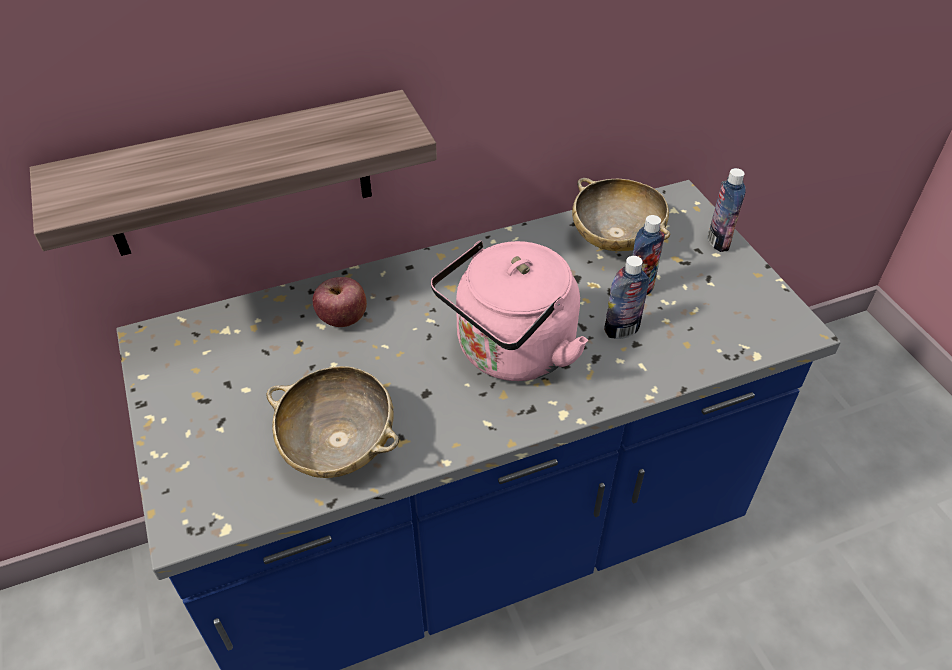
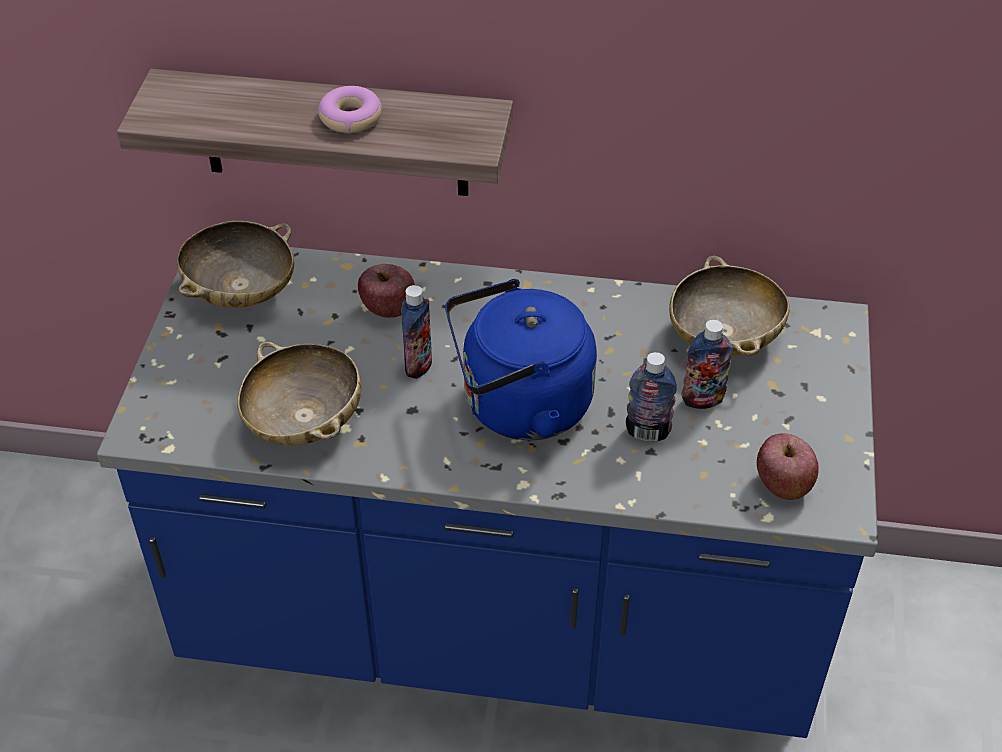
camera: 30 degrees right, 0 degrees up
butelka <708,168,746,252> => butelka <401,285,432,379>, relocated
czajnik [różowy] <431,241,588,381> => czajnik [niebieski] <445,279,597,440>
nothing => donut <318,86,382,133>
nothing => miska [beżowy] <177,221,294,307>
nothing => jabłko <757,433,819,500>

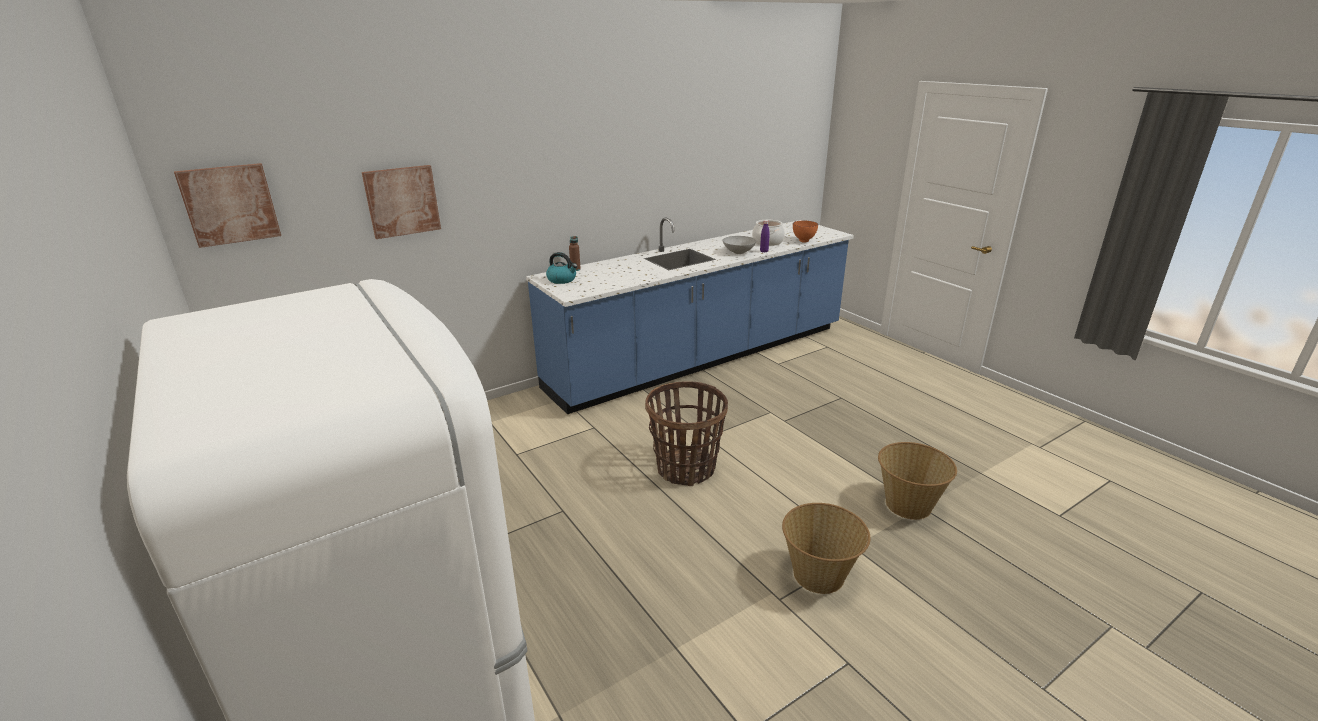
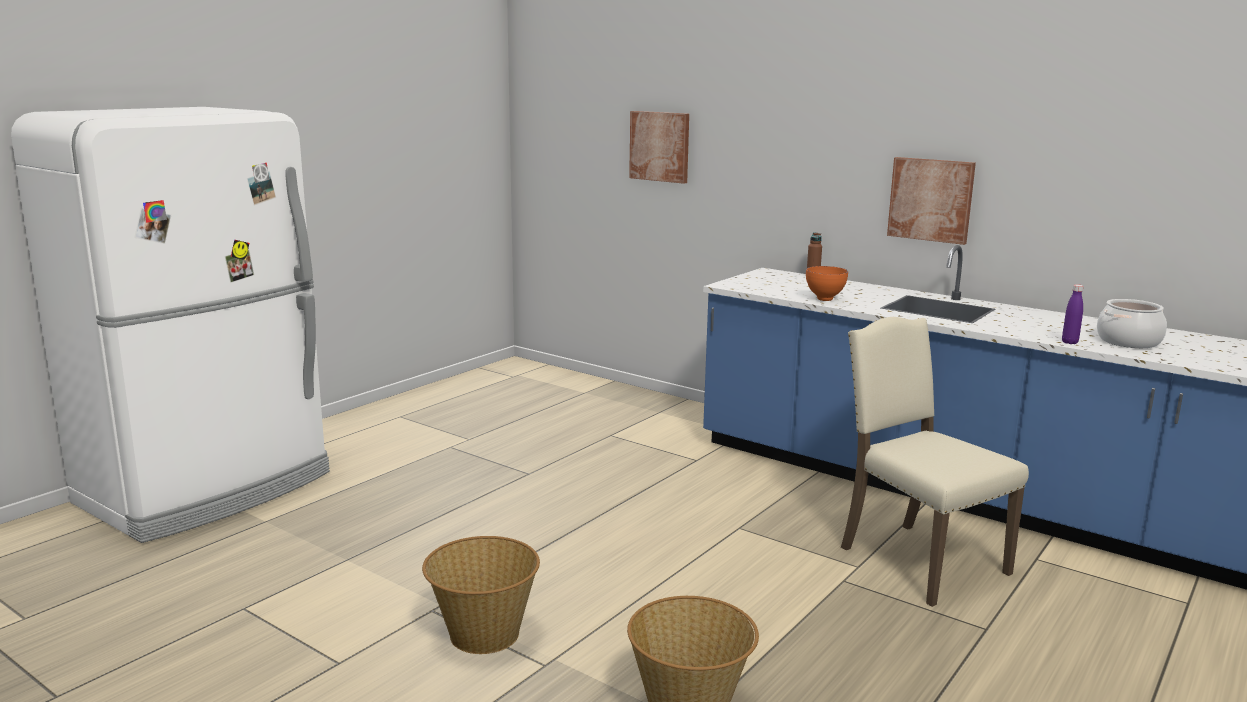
camera: 70 degrees right, 10 degrees down
obraz <174,163,281,248> => obraz <887,157,976,245>, relocated
miska [pomarańczowy] <793,221,818,243> => miska [pomarańczowy] <806,266,848,301>, relocated
miska [szary] <723,236,756,254> => nothing
czajnik <546,252,578,284> => nothing
koszyk <645,381,728,486> => nothing
nothing => krzesło [beżowy] <841,317,1029,607>

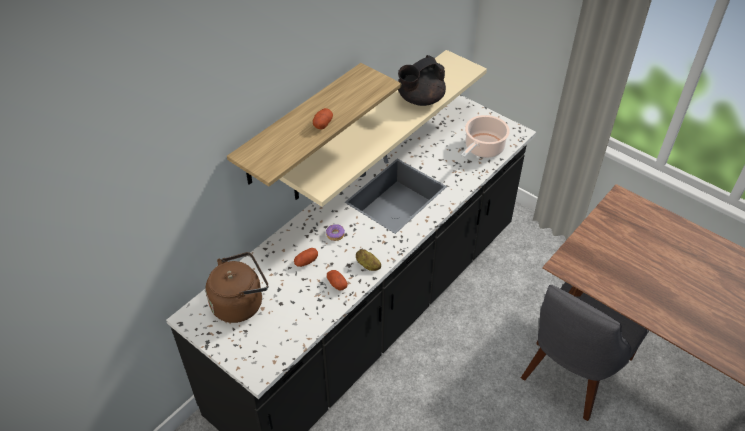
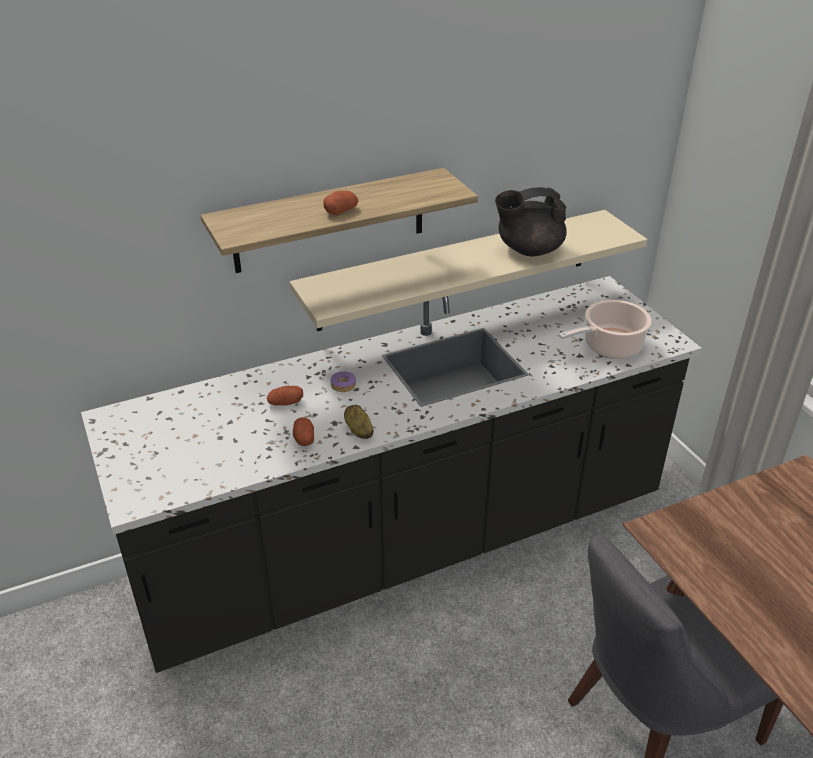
camera: 25 degrees right, 10 degrees down
czajnik [brązowy] <206,252,268,323> => nothing

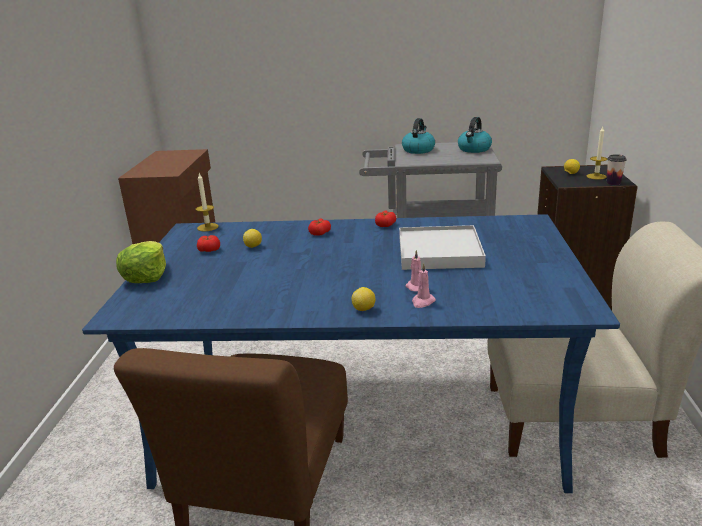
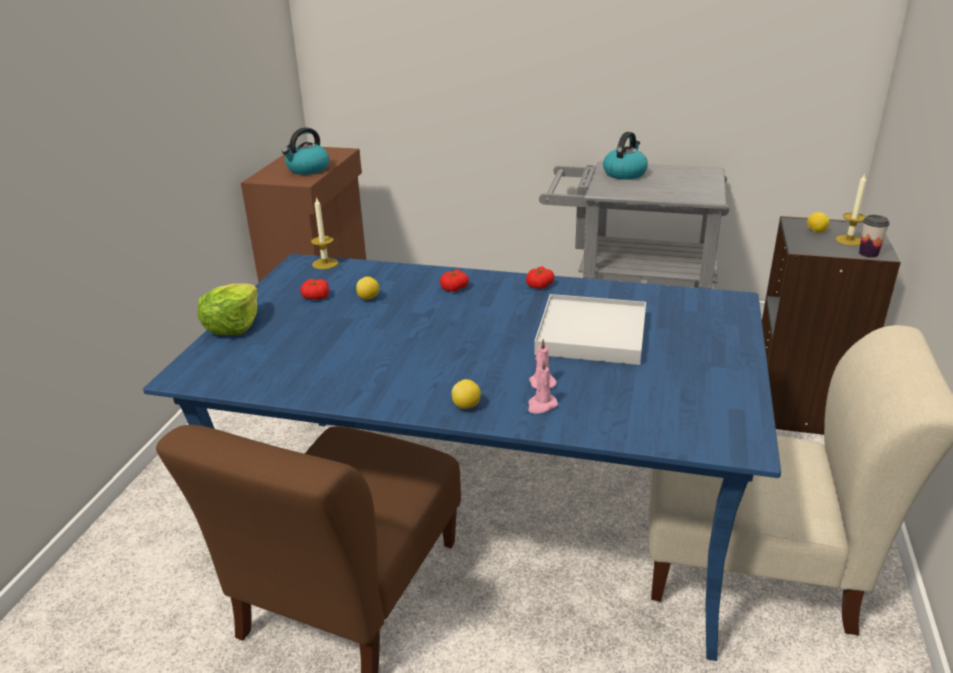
camera: 10 degrees right, 5 degrees up
czajnik <458,117,492,153> => czajnik <282,127,329,175>, relocated

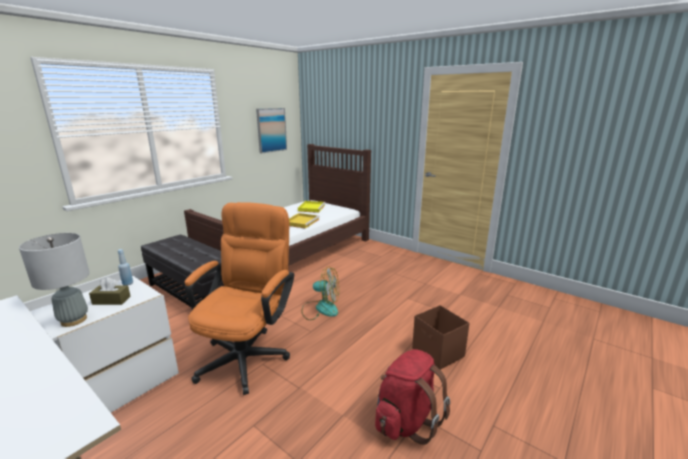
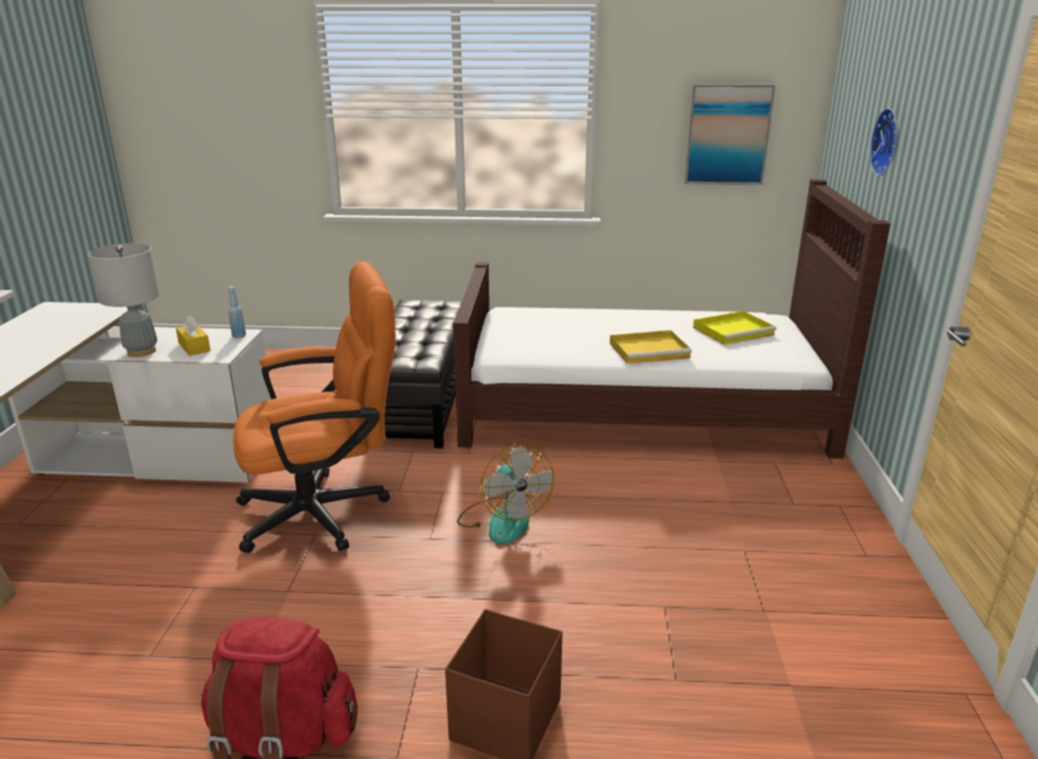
camera: 55 degrees right, 5 degrees up
pudełko chusteczek [brązowy] <89,277,131,305> => pudełko chusteczek [żółty] <176,316,211,356>
nothing => zegar ścienny <870,108,898,176>

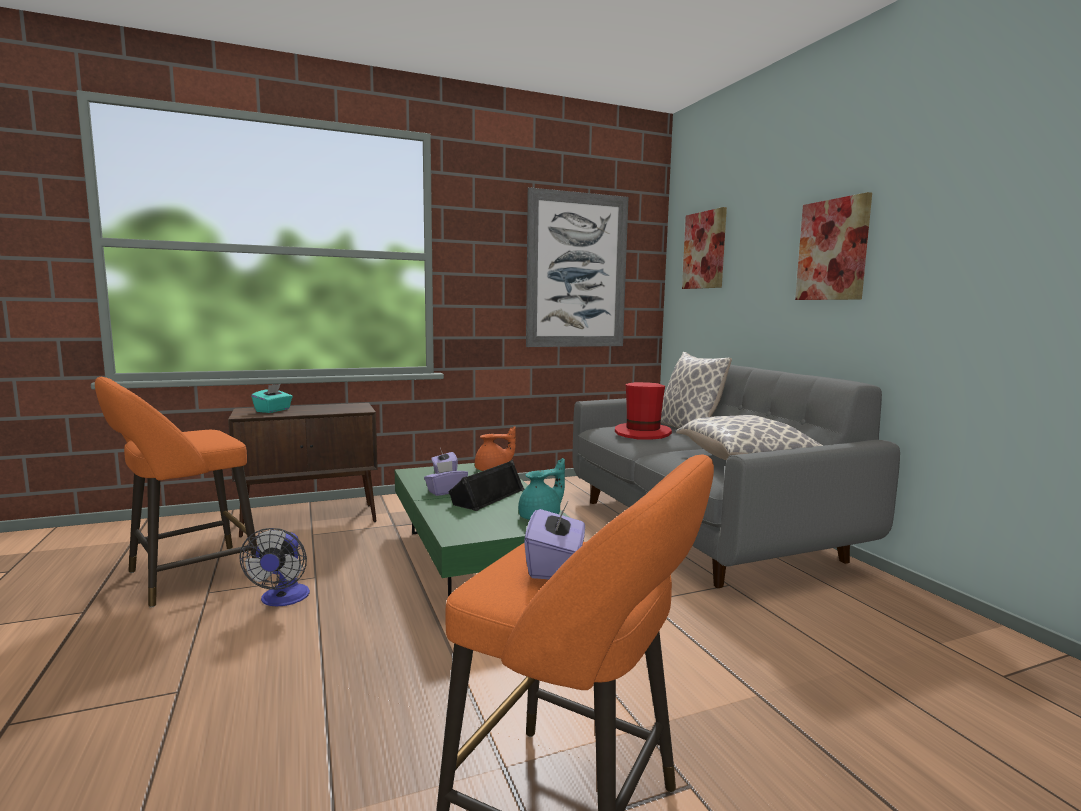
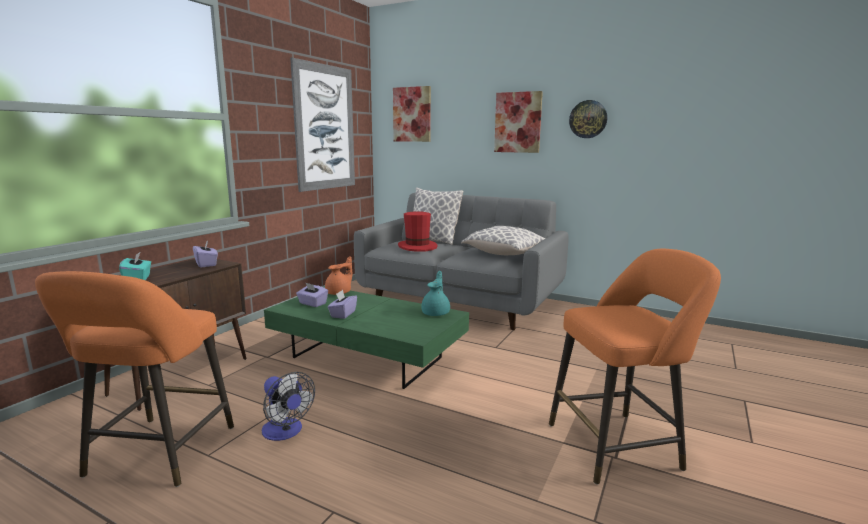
camera: 40 degrees left, 5 degrees up
głośnik [czarny] <448,460,524,511> => nothing
pudełko chusteczek [fioletowy] <524,500,585,579> => pudełko chusteczek [fioletowy] <193,241,218,268>, relocated
nothing => zegar ścienny <569,100,608,138>

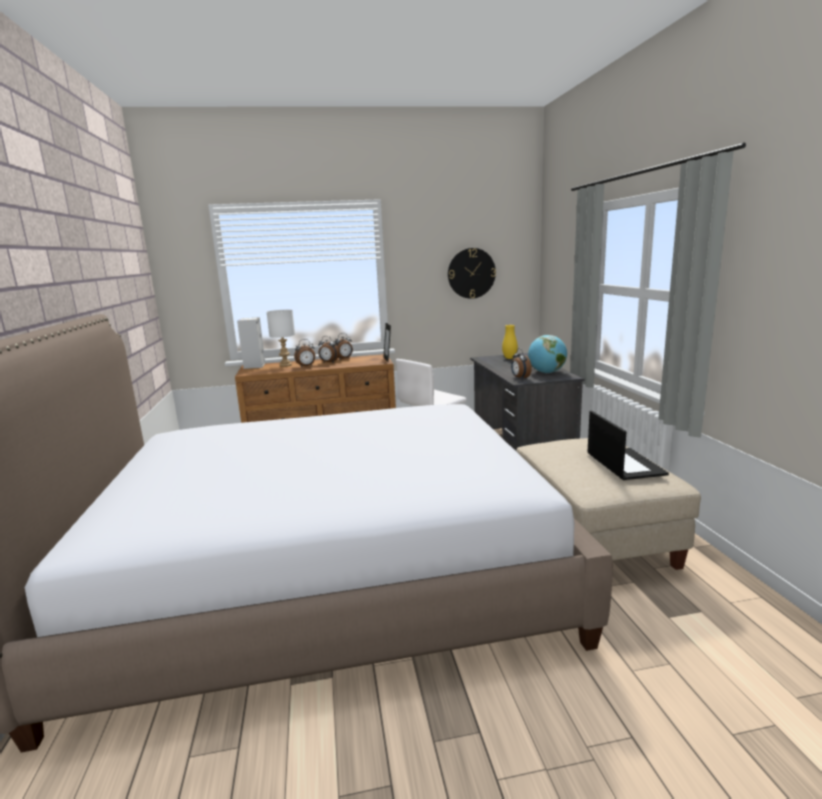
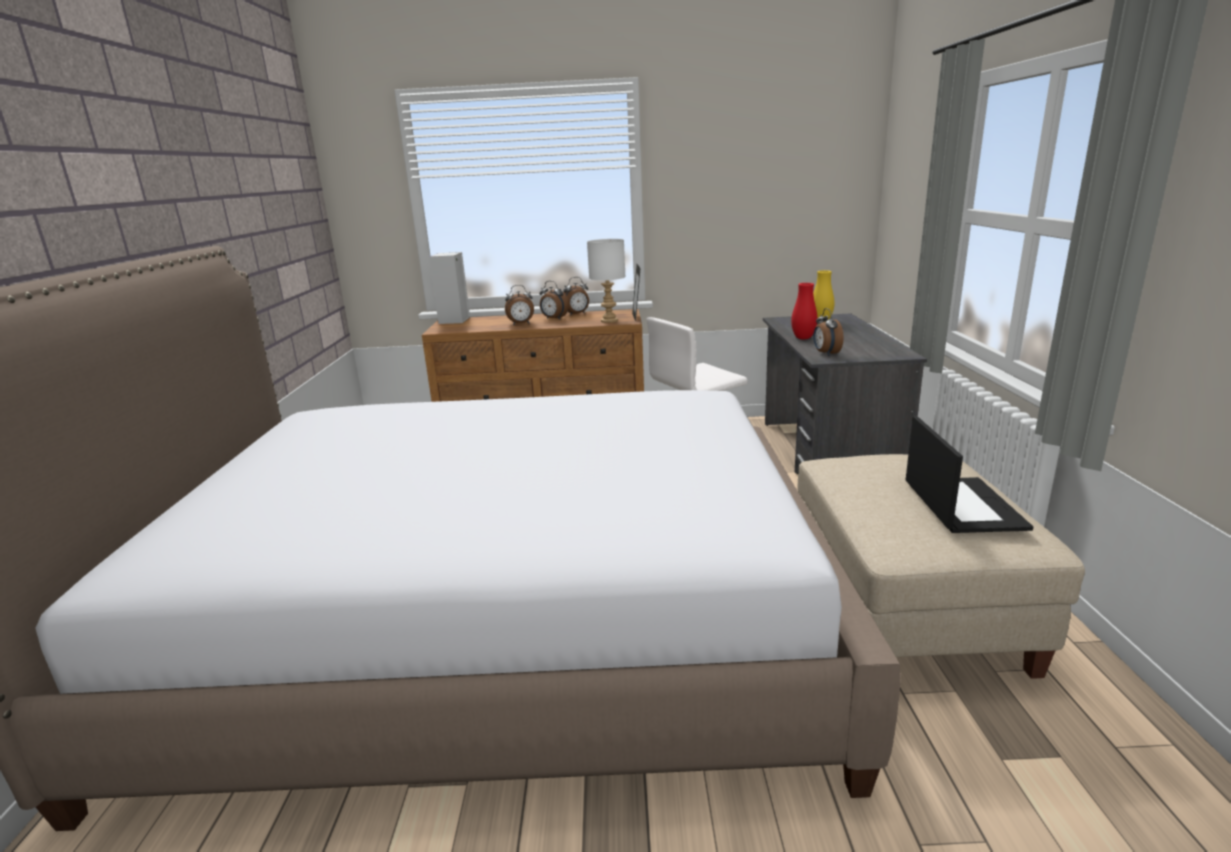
camera: 10 degrees right, 5 degrees up
zegar ścienny <448,248,496,299> => nothing
lampa stołowa [biały] <267,310,295,367> => lampa stołowa [biały] <587,239,626,323>, relocated
globus <528,335,567,373> => nothing
nothing => wazon [czerwony] <791,283,817,339>

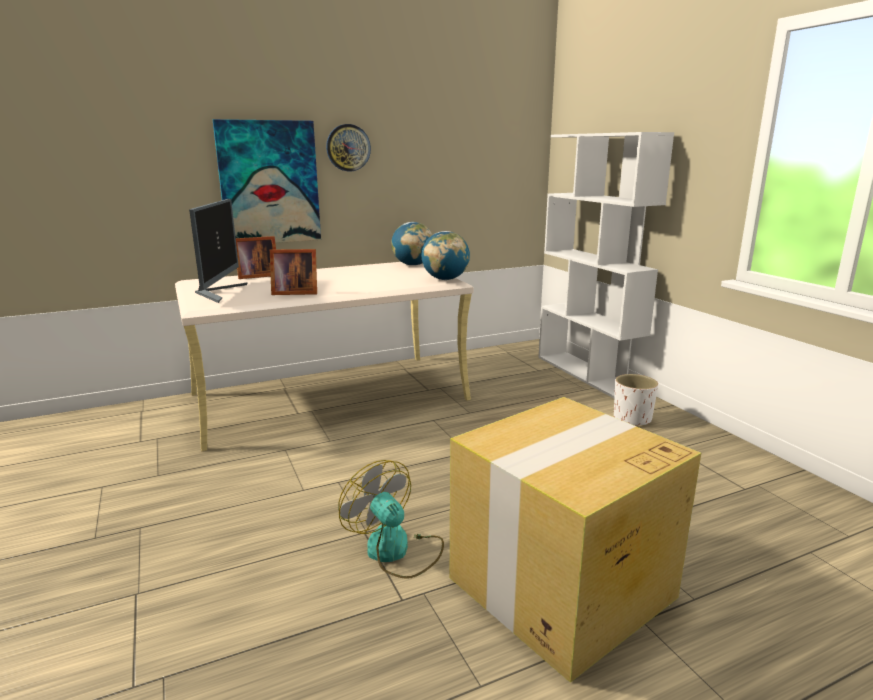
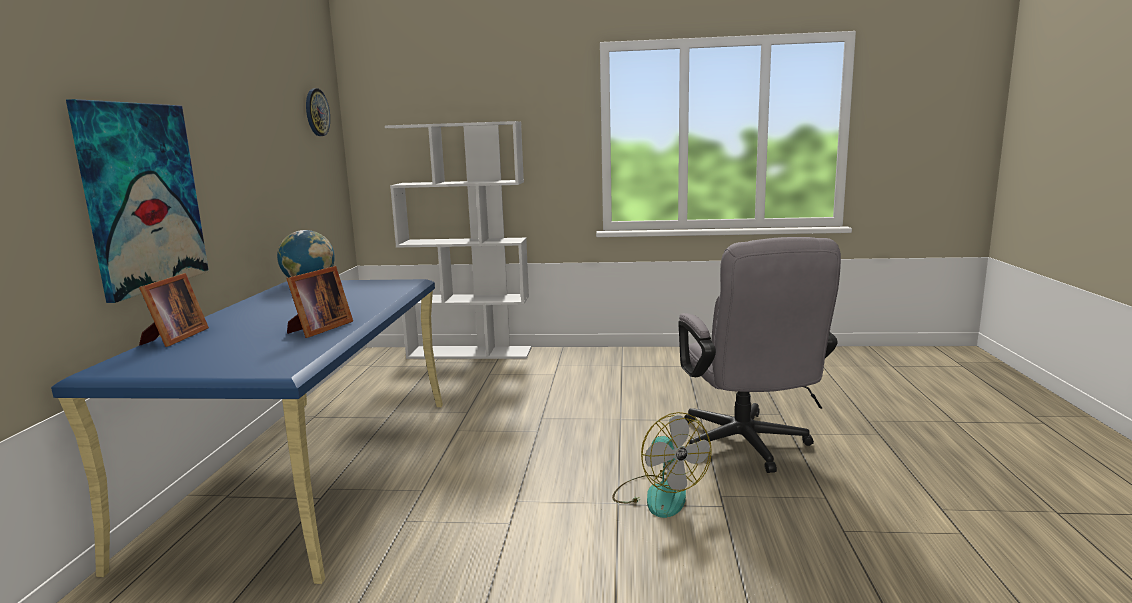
camera: 60 degrees left, 5 degrees down
zegar ścienny <326,124,371,171> => zegar ścienny <306,88,330,136>, relocated
monitor <189,199,248,303> => nothing
globus <422,231,470,280> => nothing
biurko [beżowy] <175,262,473,451> => biurko [niebieski] <51,279,443,584>
donica [biały] <614,374,658,426> => nothing
karton <450,397,701,683> => krzesło biurowe [szary] <678,237,841,473>
wentylator <338,460,444,579> => wentylator <612,412,712,518>, 105 degrees counterclockwise

